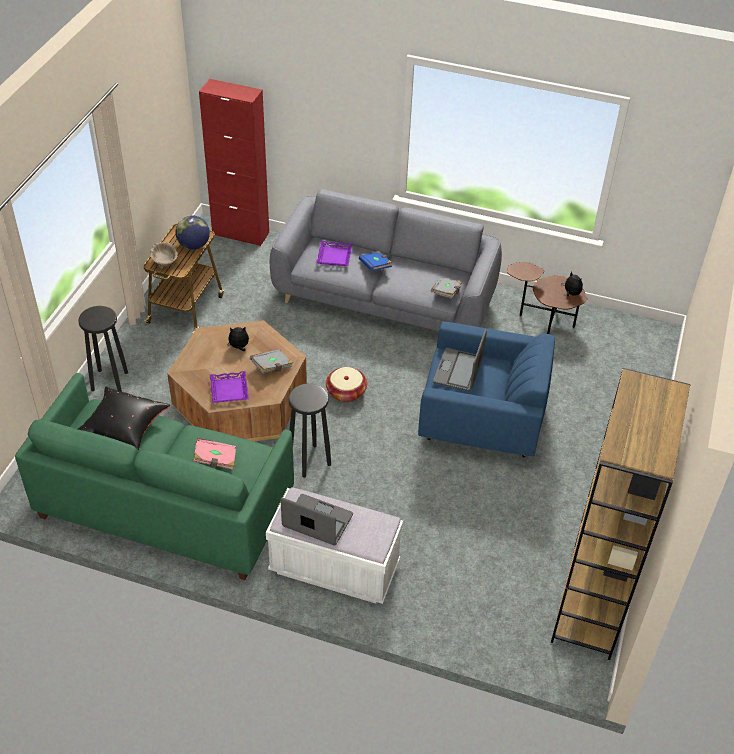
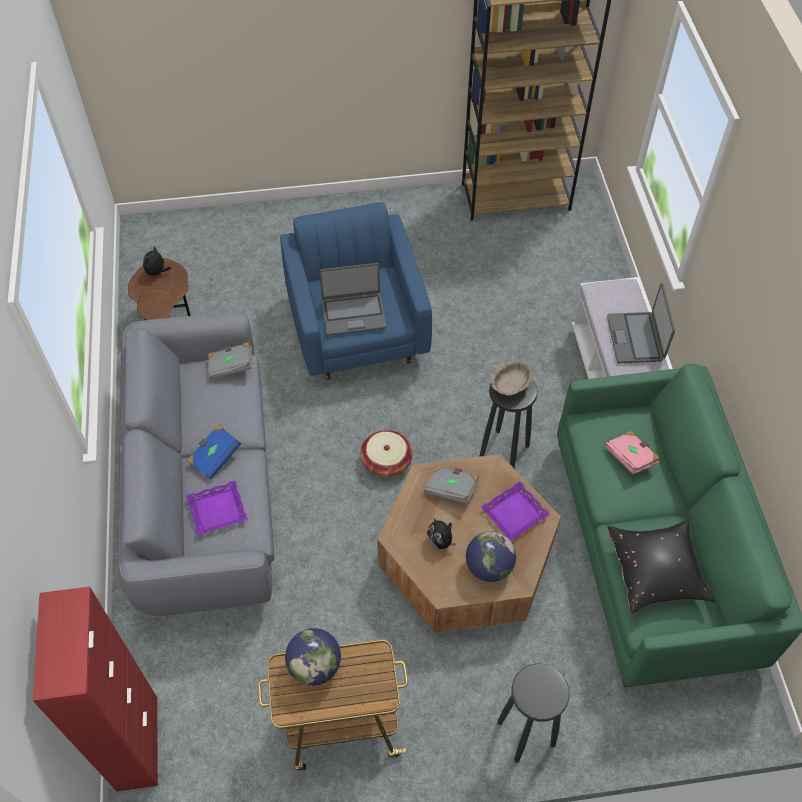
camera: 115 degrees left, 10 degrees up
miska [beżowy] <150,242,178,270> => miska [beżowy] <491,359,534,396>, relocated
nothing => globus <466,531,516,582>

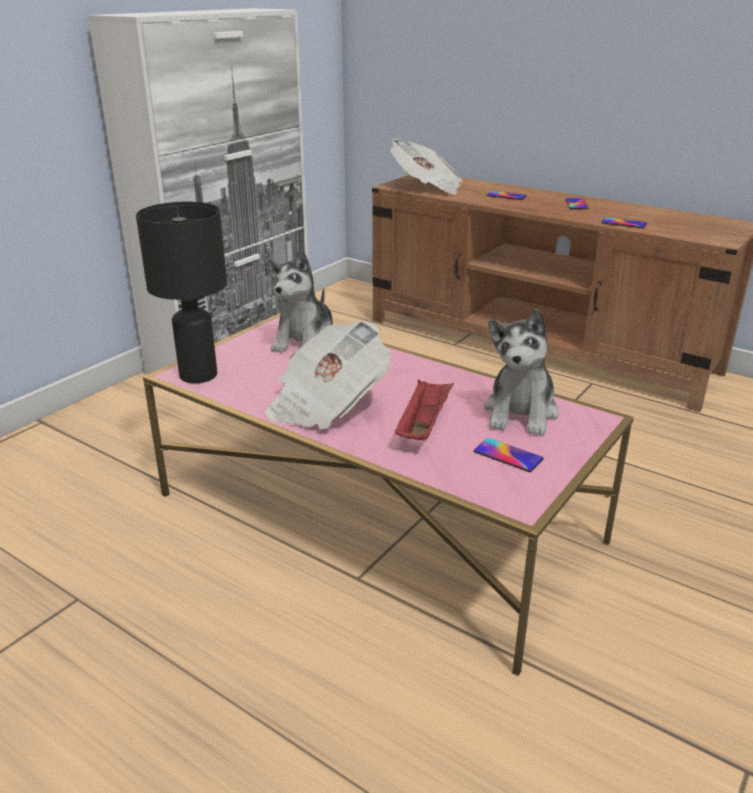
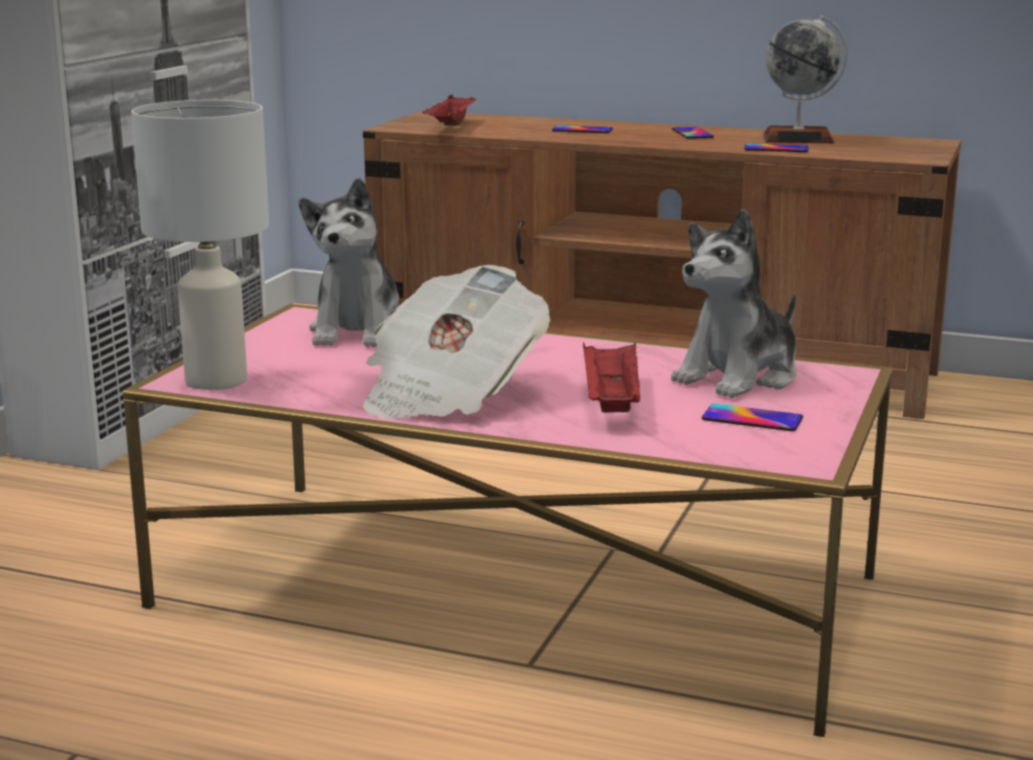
camera: 15 degrees left, 10 degrees down
gazeta <390,139,463,194> => taca [czerwony] <423,95,476,126>
lampa stołowa [czarny] <136,201,227,383> => lampa stołowa [biały] <131,100,269,390>
pluszak <484,309,559,436> => pluszak <671,209,796,398>, 45 degrees clockwise
nothing => globus <763,15,848,143>

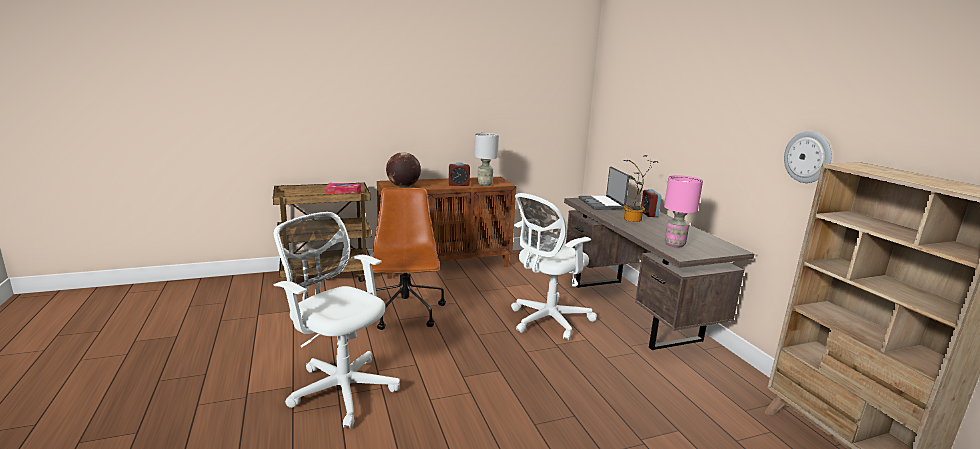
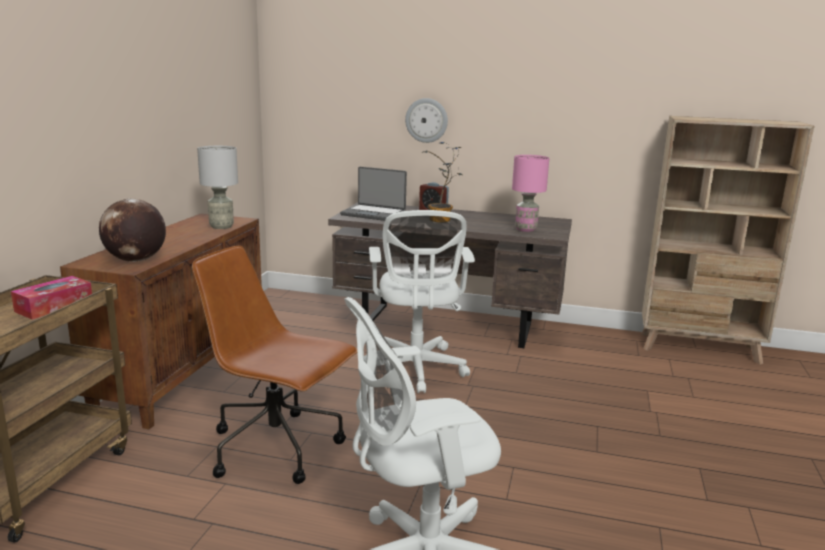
camera: 55 degrees left, 0 degrees up
zegar ścienny <784,131,832,183> => zegar ścienny <405,98,448,143>, relocated
budzik <449,162,470,186> => nothing

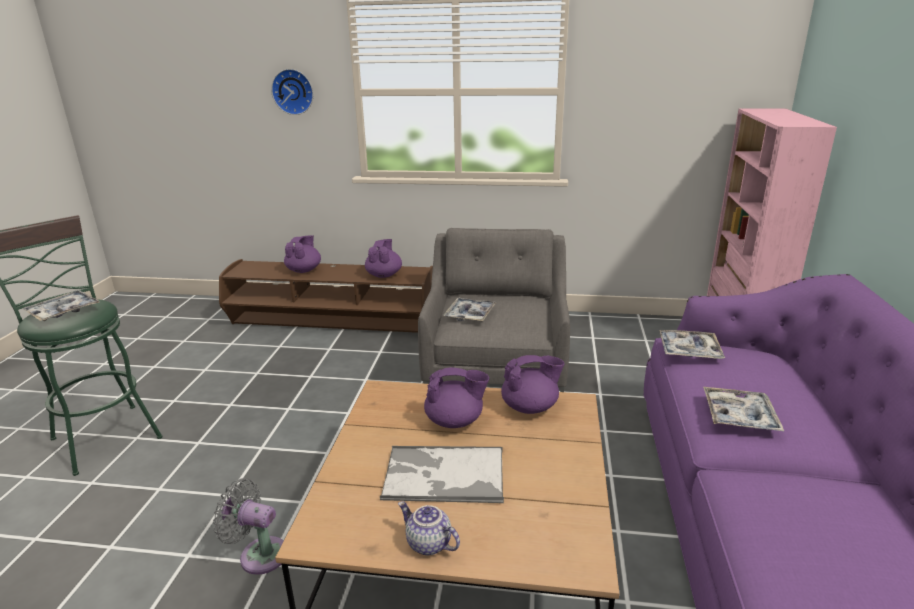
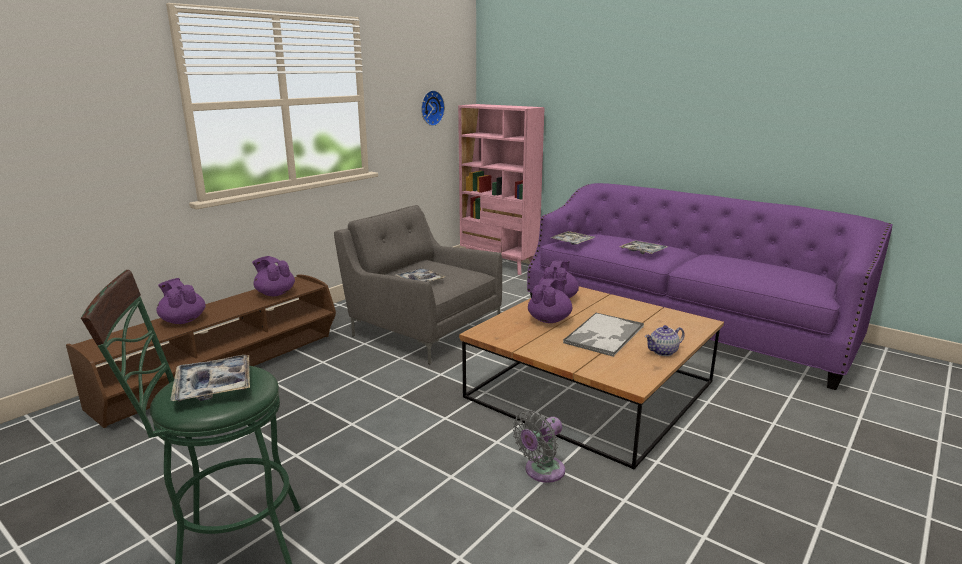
camera: 60 degrees left, 5 degrees down
zegar ścienny <271,69,313,115> => zegar ścienny <421,90,445,126>, relocated

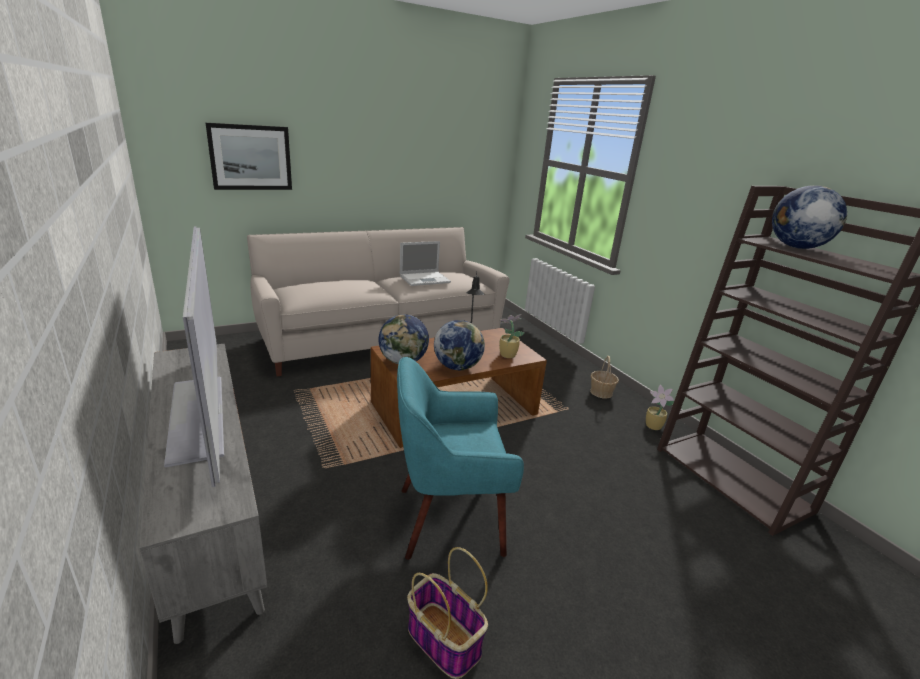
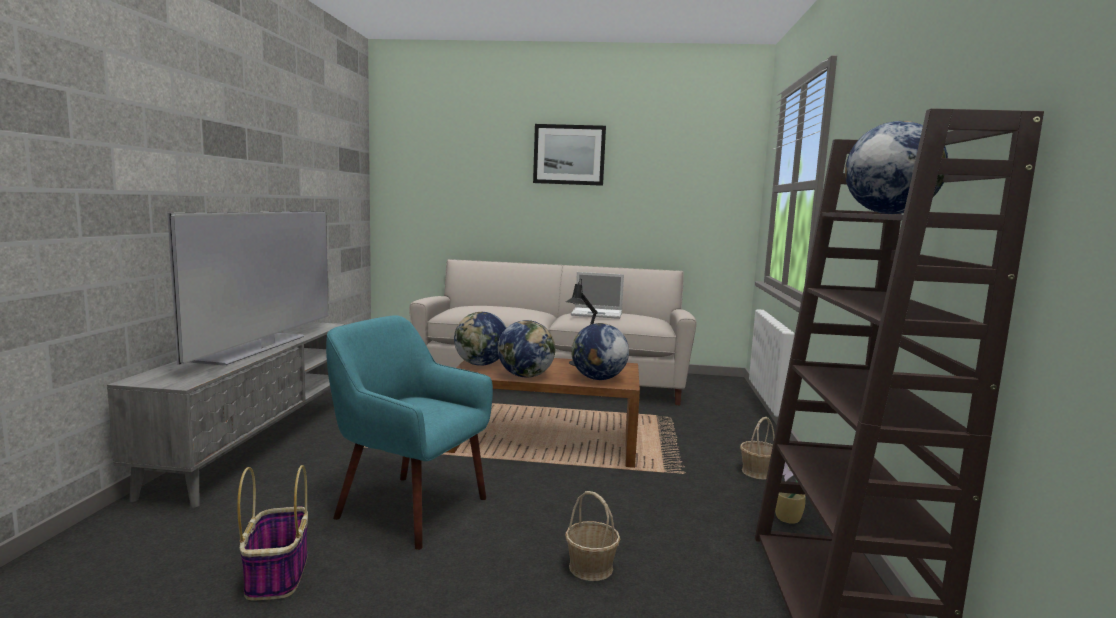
camera: 35 degrees right, 15 degrees down
obraz <206,123,292,190> => obraz <533,124,606,186>, relocated
roślina doniczkowa <499,314,524,358> => globus <571,323,629,380>
nothing => koszyk <565,491,620,581>

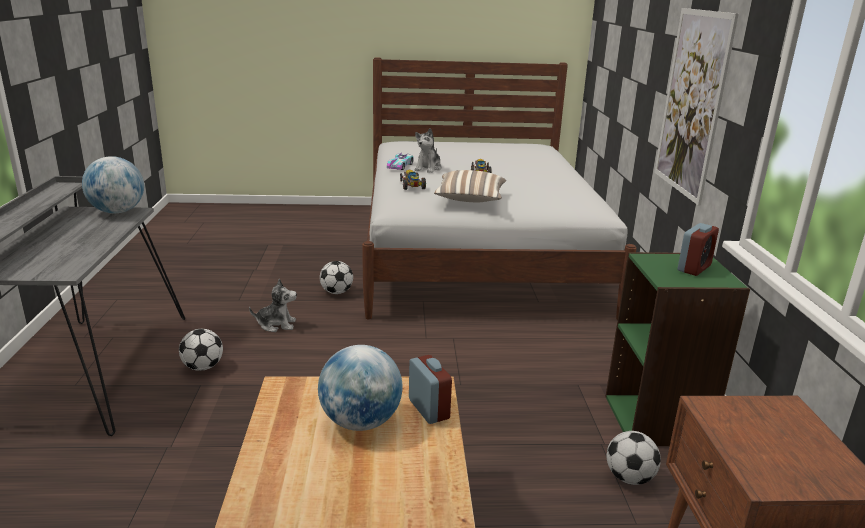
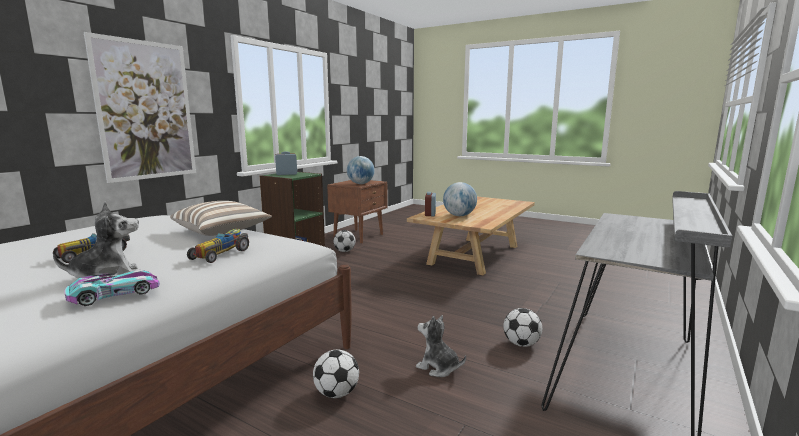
camera: 145 degrees left, 10 degrees down
globus <82,156,144,213> => globus <347,156,375,184>, relocated

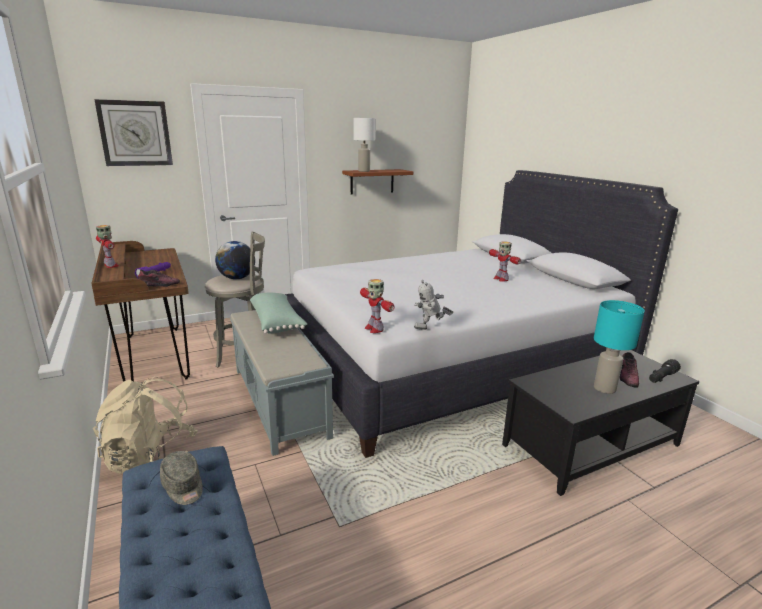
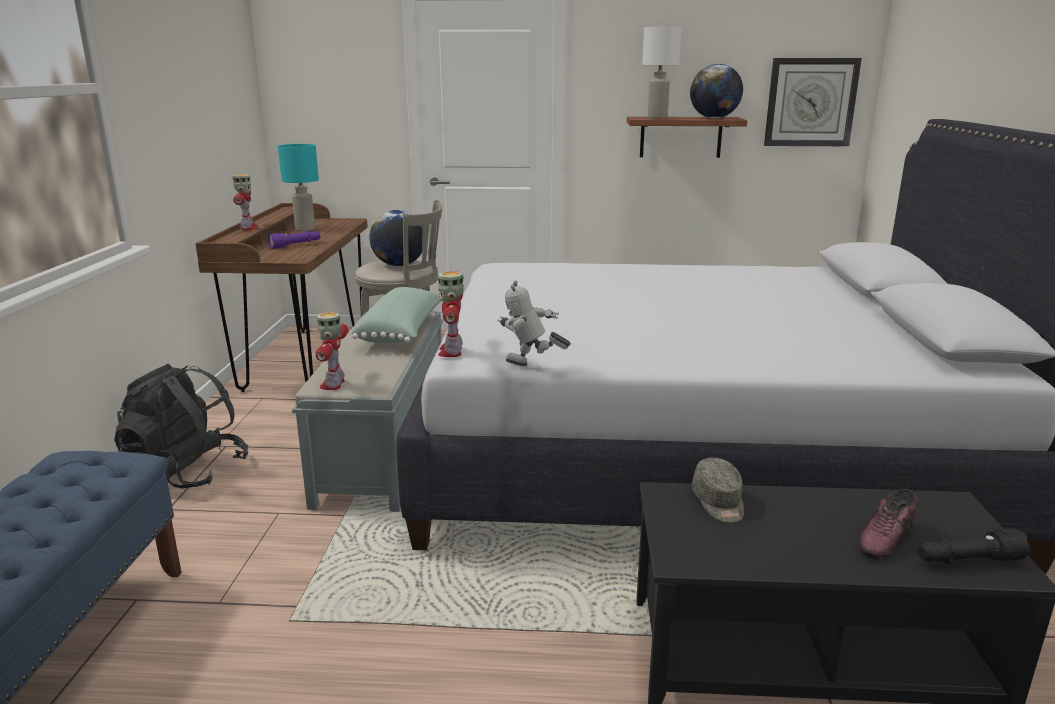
camera: 30 degrees right, 0 degrees up
zegar ścienny <94,99,173,166> => zegar ścienny <764,58,862,146>, relocated
robot zabawkowy <489,241,521,282> => robot zabawkowy <315,312,348,390>, relocated
but <138,270,180,287> => nothing
lampa stołowa [turkusowy] <594,300,645,394> => lampa stołowa [turkusowy] <278,144,319,231>, relocated
plecak [beżowy] <93,377,198,474> => plecak [czarny] <114,363,248,489>
czapka z daszkiem [szary] <160,451,203,505> => czapka z daszkiem [szary] <692,458,744,522>, relocated
nothing => globus <690,64,743,118>

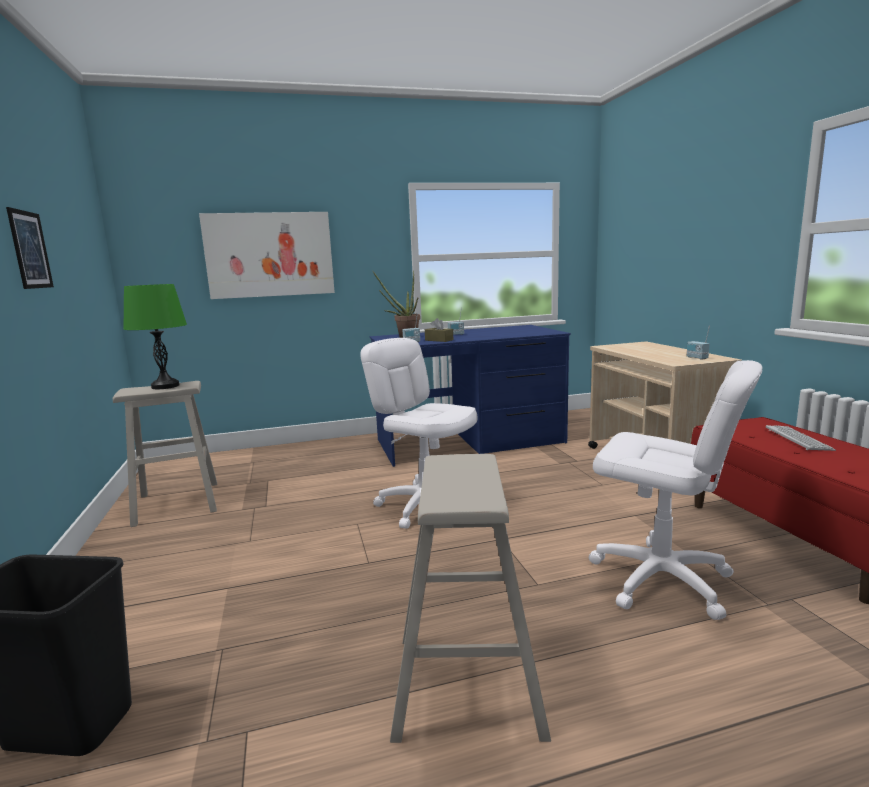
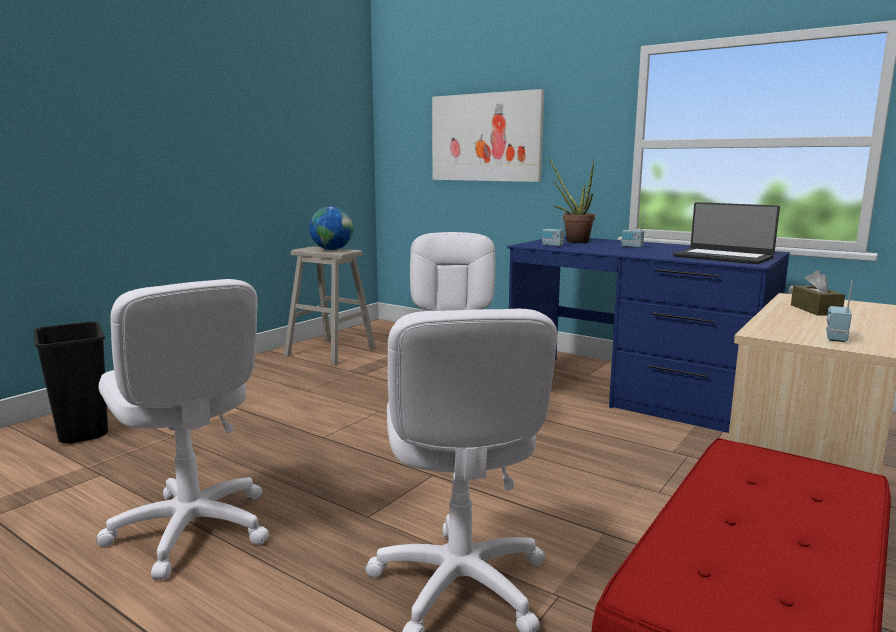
camera: 50 degrees right, 0 degrees up
obraz <6,207,54,289> => nothing
lampa stołowa [zielony] <124,284,187,389> => globus <309,206,353,250>
pudełko chusteczek [brązowy] <425,318,453,342> => pudełko chusteczek [brązowy] <791,270,845,316>, relocated
klawiatura <766,425,836,451> => nothing
stołek [beżowy] <390,454,551,743> => krzesło biurowe [biały] <96,279,269,580>
nothing => laptop <673,202,780,264>

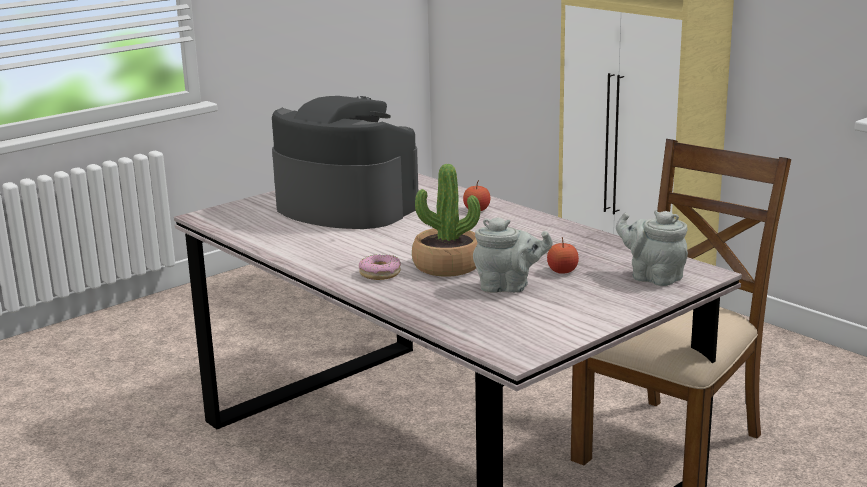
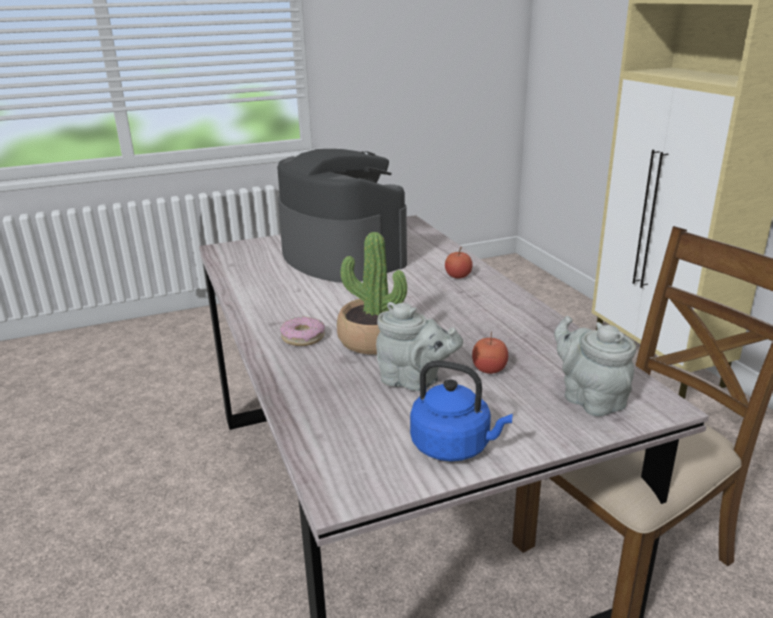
camera: 20 degrees right, 5 degrees up
nothing => czajnik [niebieski] <410,360,513,462>

